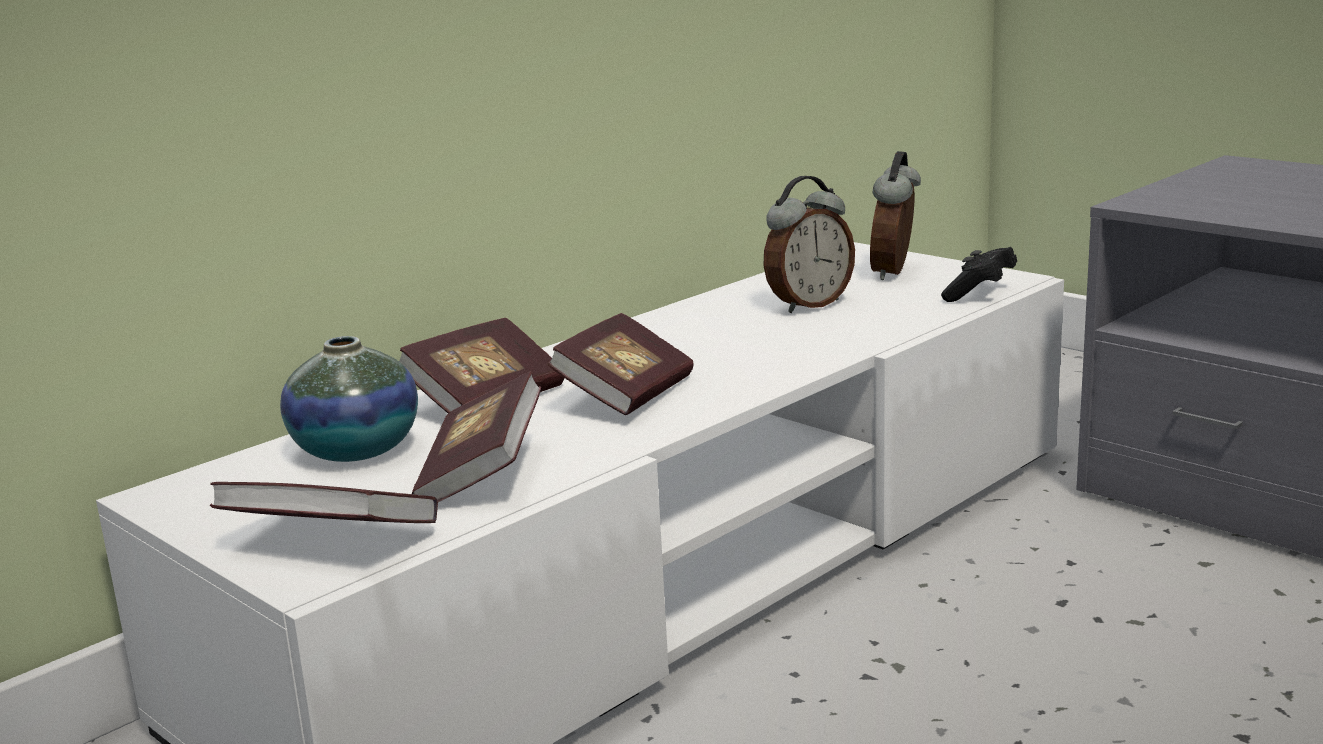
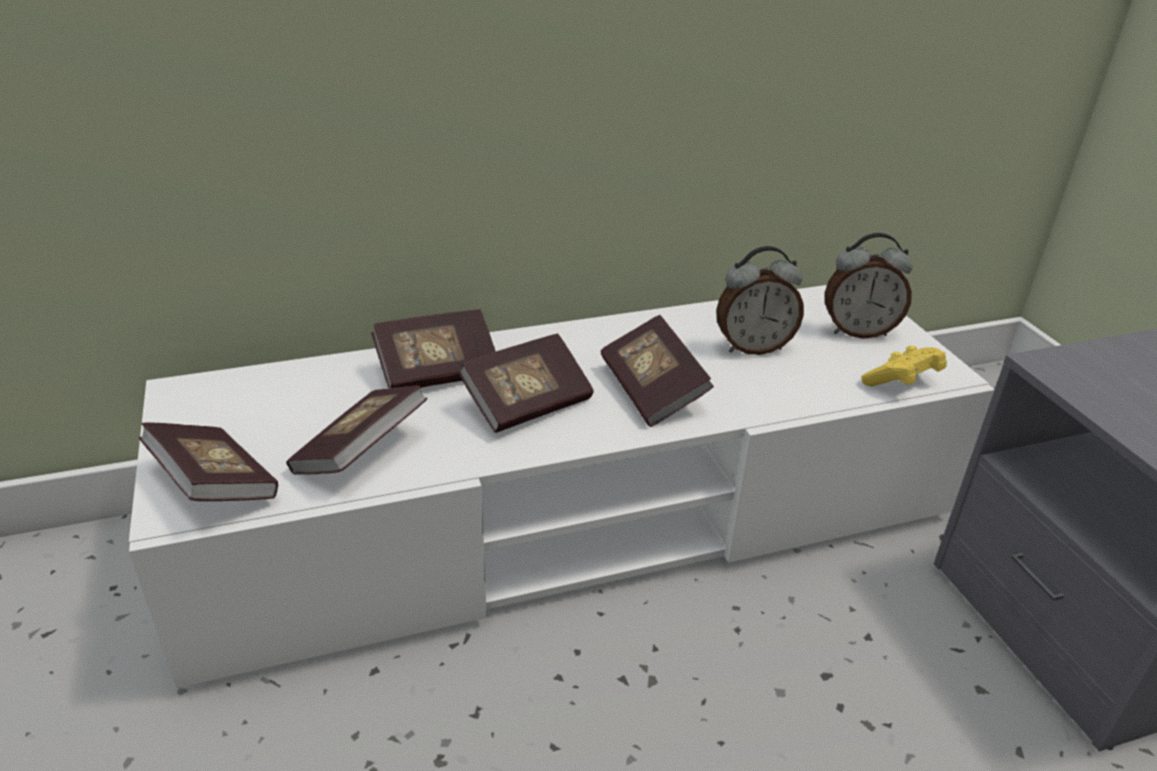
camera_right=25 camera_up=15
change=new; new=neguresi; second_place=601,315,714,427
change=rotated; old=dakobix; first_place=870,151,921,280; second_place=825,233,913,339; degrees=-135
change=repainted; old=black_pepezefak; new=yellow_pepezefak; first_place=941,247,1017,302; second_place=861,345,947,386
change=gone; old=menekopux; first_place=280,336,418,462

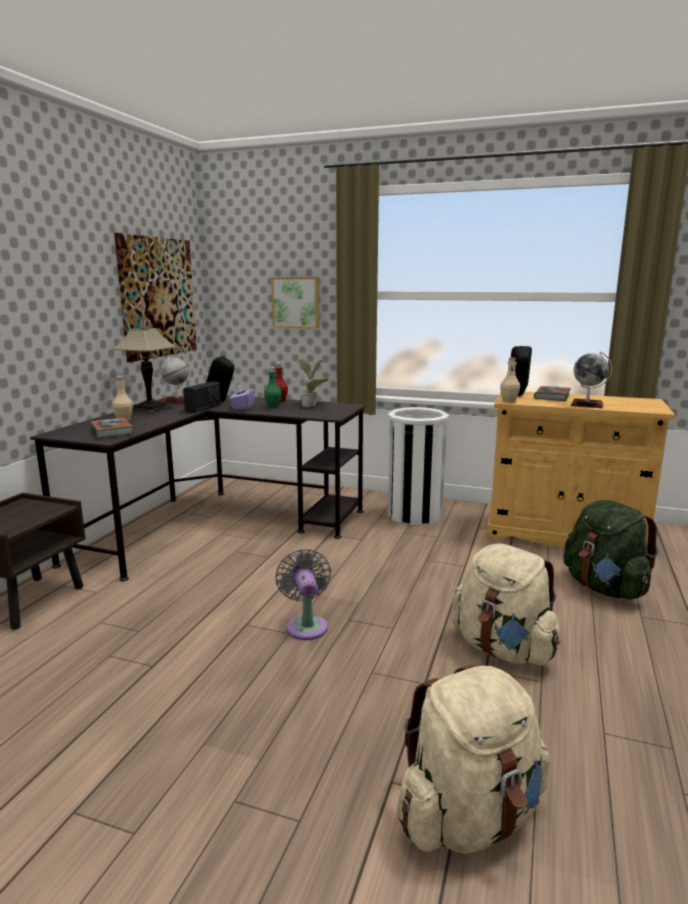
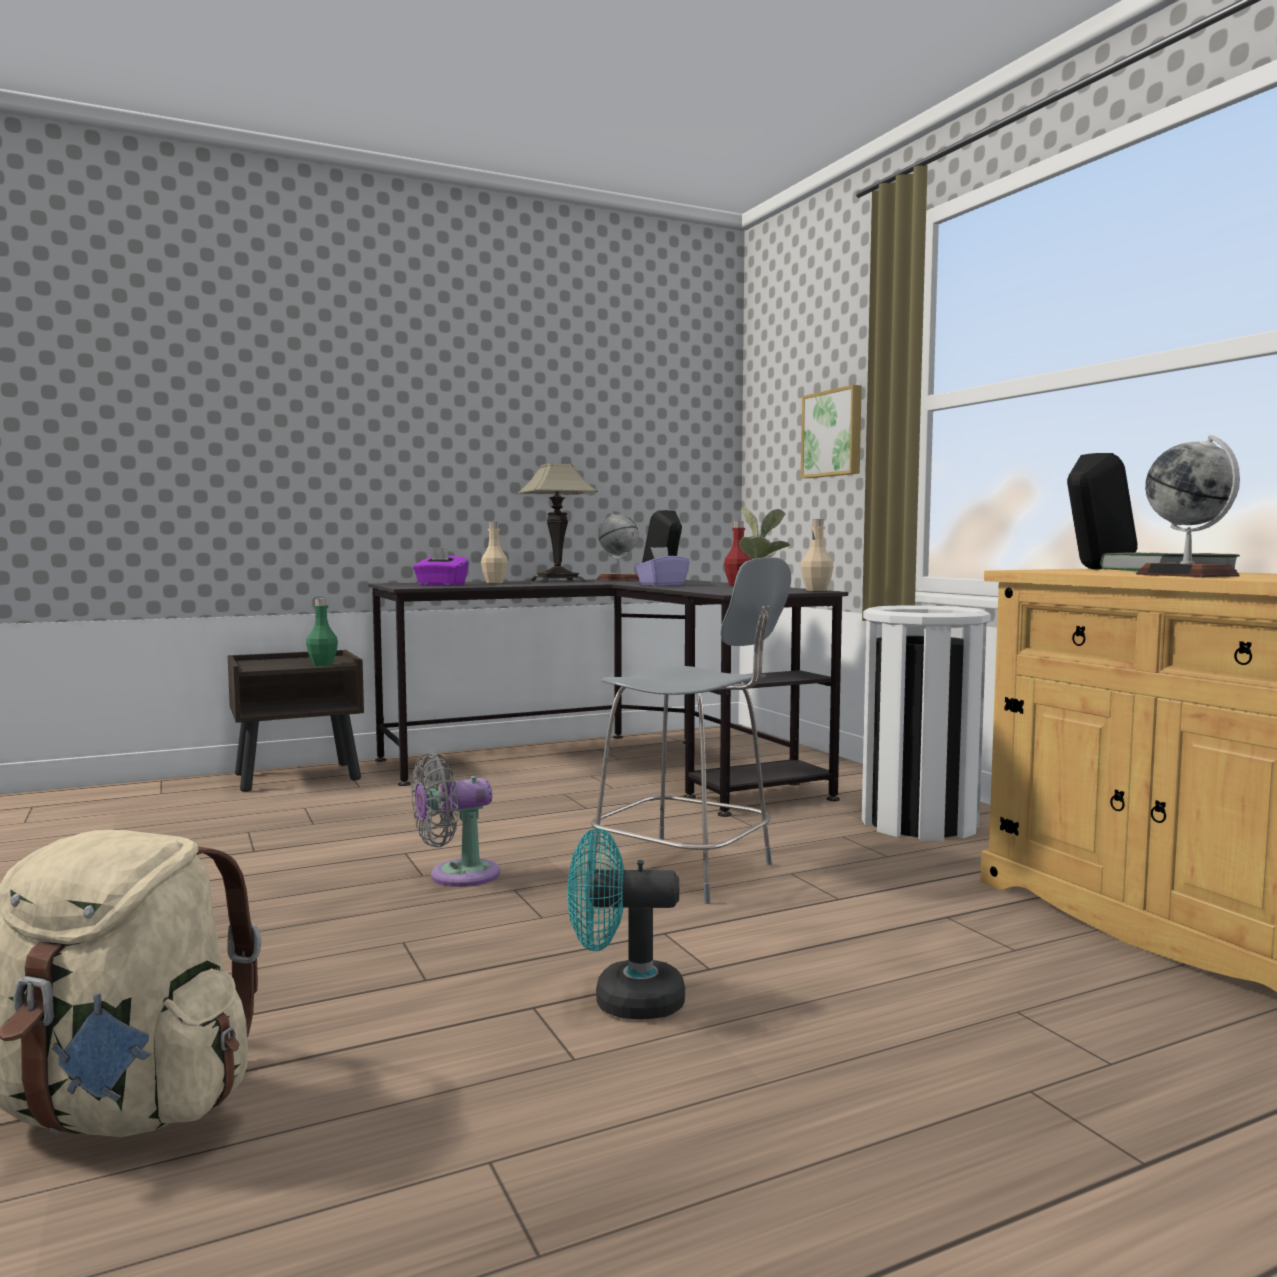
camera_right=45 camera_up=-10
change=shifted; old=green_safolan; first_place=264,367,282,408; second_place=306,598,338,666
change=rotated; old=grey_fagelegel; first_place=275,549,331,640; second_place=411,753,500,887; degrees=-150
change=swapped; old=neguresi; new=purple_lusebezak; first_place=90,418,133,438; second_place=413,547,469,586
change=swapped; old=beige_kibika; new=turquoise_fagelegel; first_place=451,543,560,665; second_place=567,828,685,1019
change=new; new=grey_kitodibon; second_place=591,557,791,904
change=shifted; old=beige_safolan; first_place=500,357,520,403; second_place=801,519,834,591
change=gone; old=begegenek; first_place=114,233,197,362
change=gone; old=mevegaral; first_place=183,381,221,413
change=gone; old=green_kibika; first_place=563,500,658,600

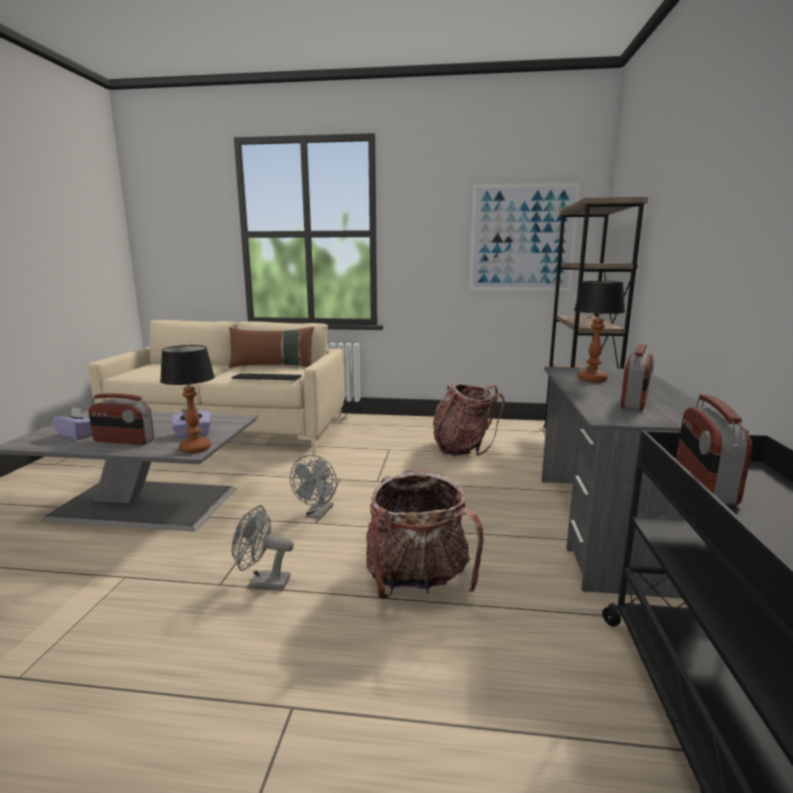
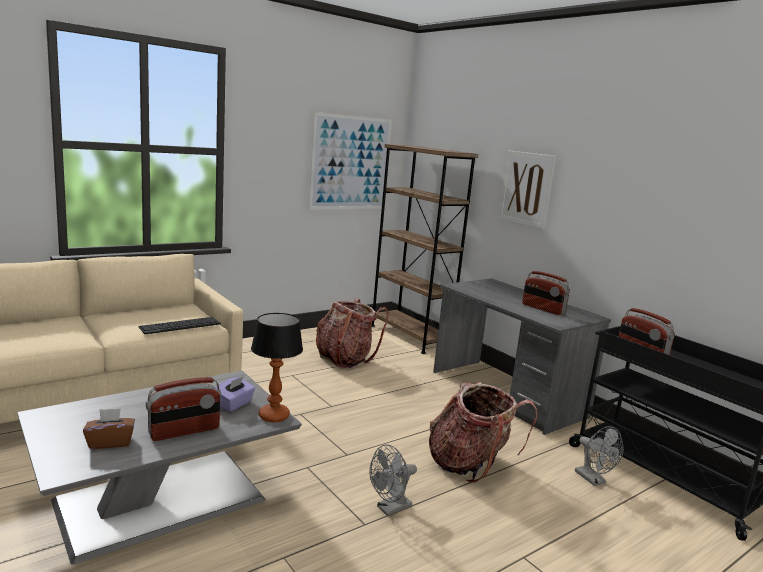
camera_right=-45 camera_up=0
change=repainted; old=purple_lusebezak; new=brown_lusebezak; first_place=52,407,92,440; second_place=83,408,135,449
change=new; new=begegenek; second_place=498,151,556,230
change=rotated; old=mevegaral; first_place=620,344,655,411; second_place=522,271,570,315; degrees=150
change=shifted; old=grey_fagelegel; first_place=290,455,337,519; second_place=575,426,624,486
change=gone; old=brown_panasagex; first_place=229,327,314,368
change=gone; old=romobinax; first_place=574,281,625,382

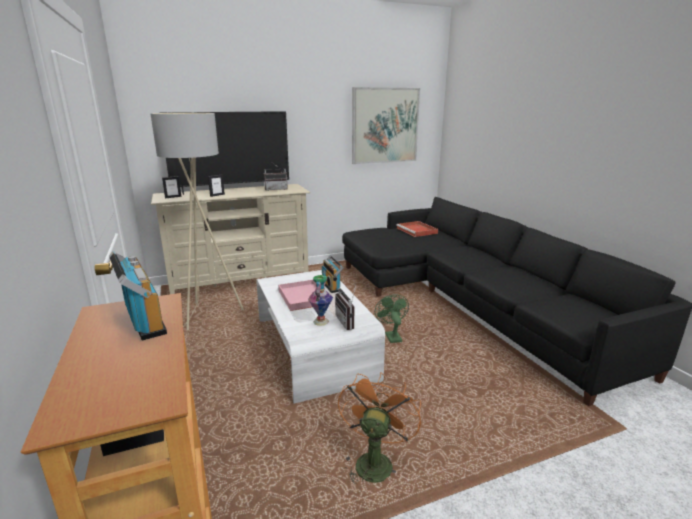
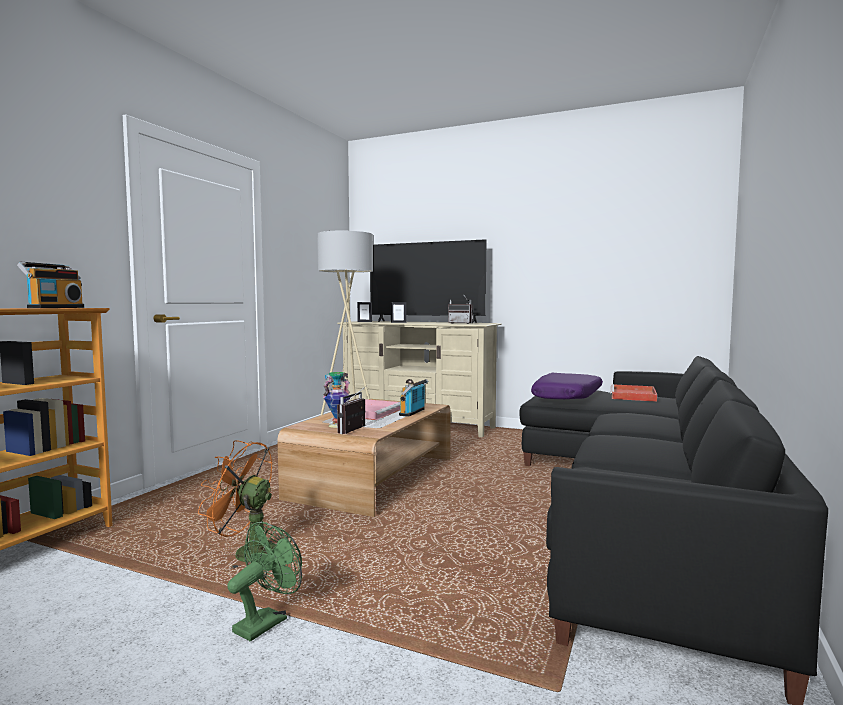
camera_right=45 camera_up=-15
change=rotated; old=orange_fagelegel; first_place=338,372,421,484; second_place=198,440,276,569; degrees=-135
change=shifted; old=green_fagelegel; first_place=375,294,409,343; second_place=227,522,302,641
change=repainted; old=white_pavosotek; new=brown_pavosotek; first_place=256,270,385,404; second_place=278,399,451,517
change=new; new=purple_panasagex; second_place=531,373,603,399
change=gone; old=begegenek; first_place=352,87,420,164

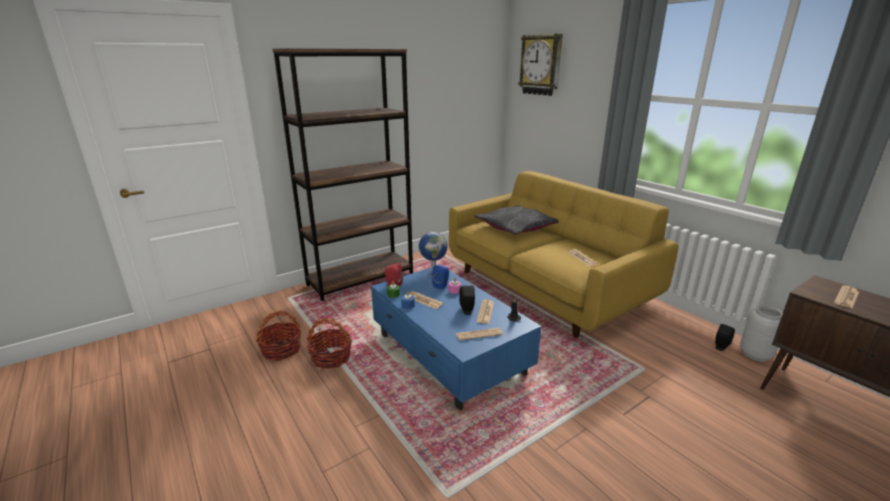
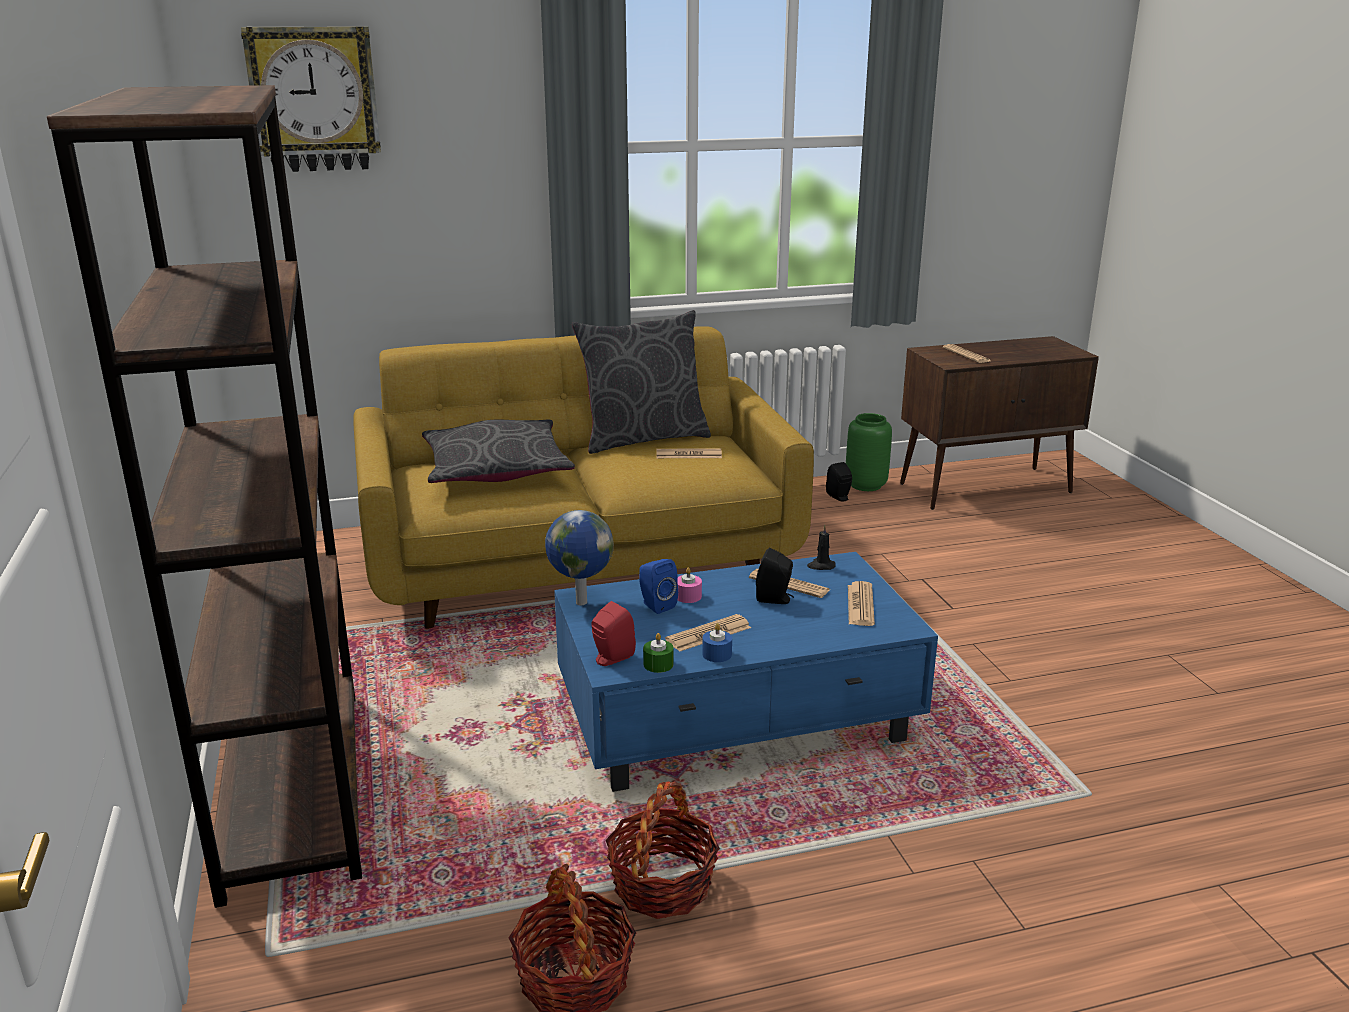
camera_right=-70 camera_up=0
change=new; new=grey_panasagex; second_place=572,310,711,454
change=repainted; old=grey_menekopux; new=green_menekopux; first_place=740,306,783,362; second_place=846,413,892,491

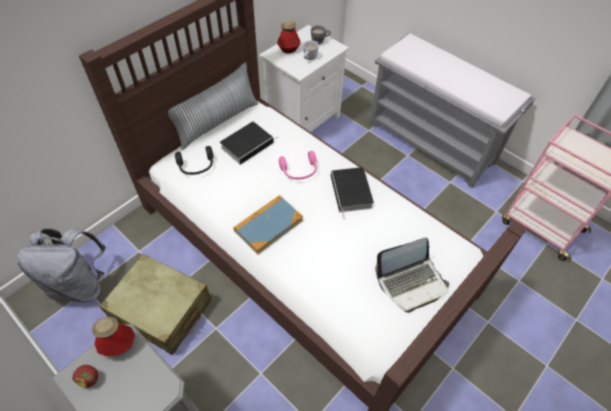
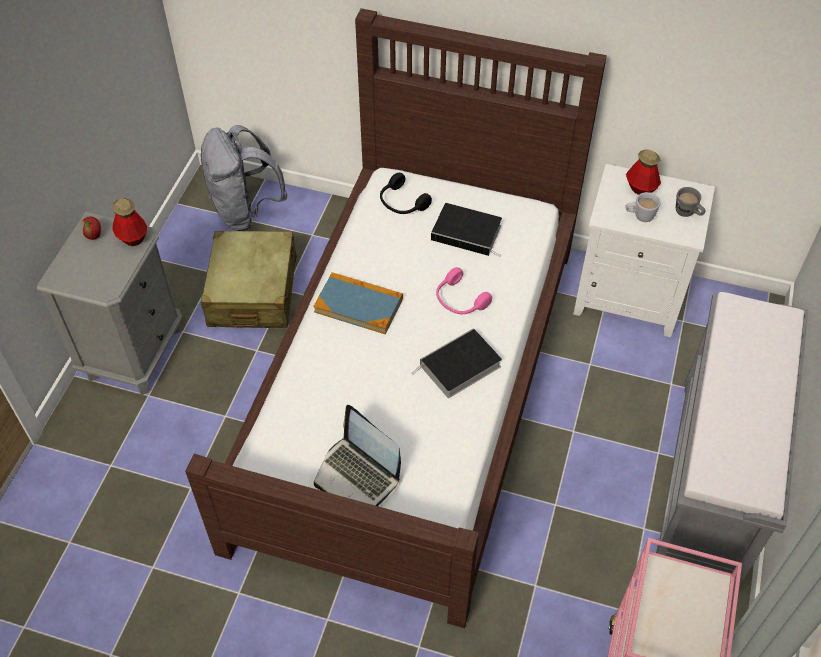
camera_right=65 camera_up=0
change=gone; old=panasagex; first_place=168,63,258,150

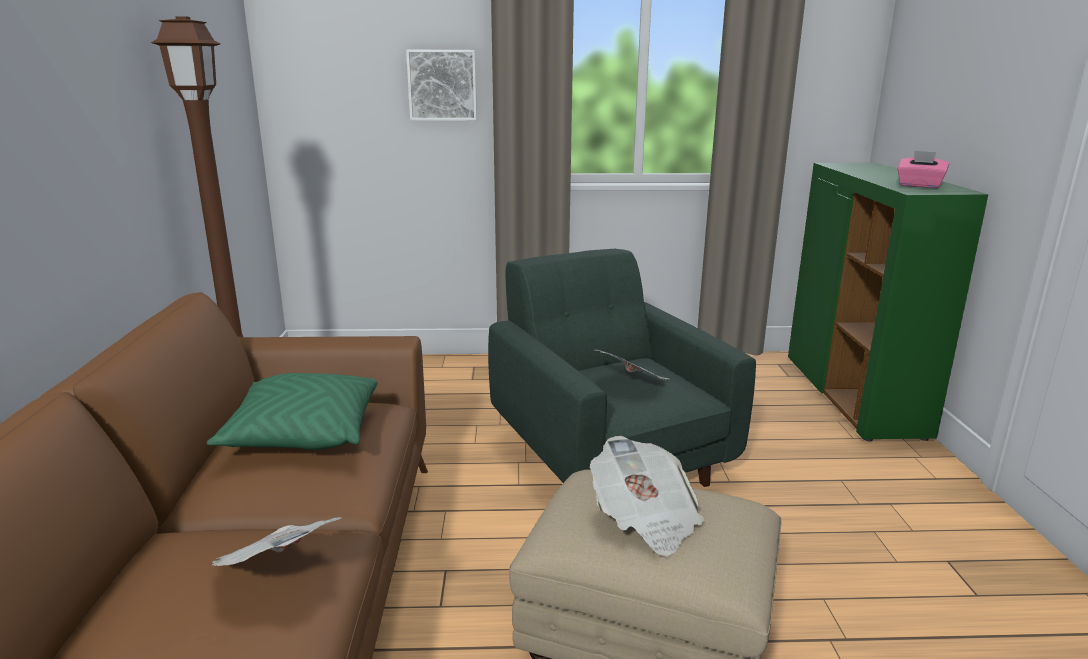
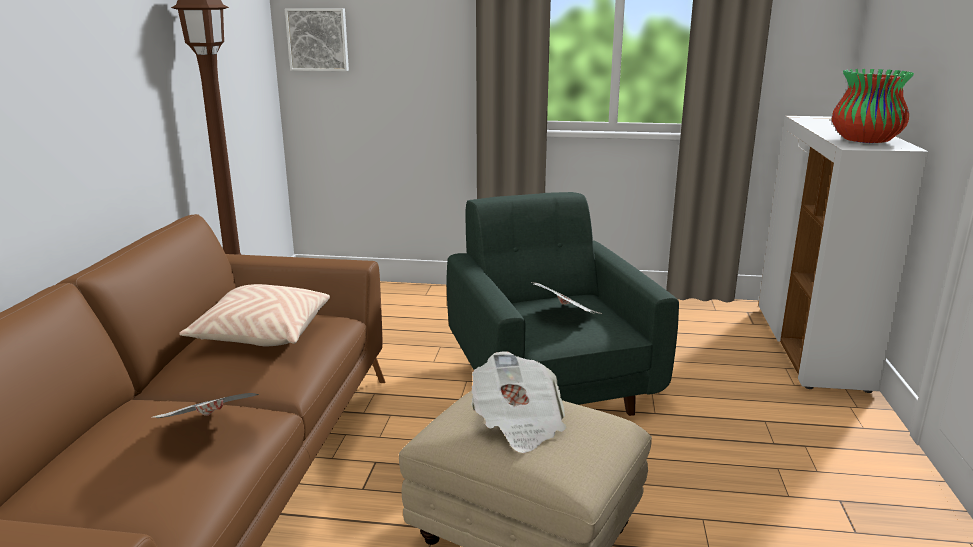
camera_right=10 camera_up=0
change=repainted; old=green_panasagex; new=beige_panasagex; first_place=207,373,377,450; second_place=179,284,330,346
change=shifted; old=begegenek; first_place=406,49,477,121; second_place=285,8,349,71
change=repainted; old=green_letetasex; new=white_letetasex; first_place=788,163,988,442; second_place=758,116,929,393
change=swapped; old=pink_lusebezak; new=menekopux; first_place=898,150,949,188; second_place=831,69,914,143

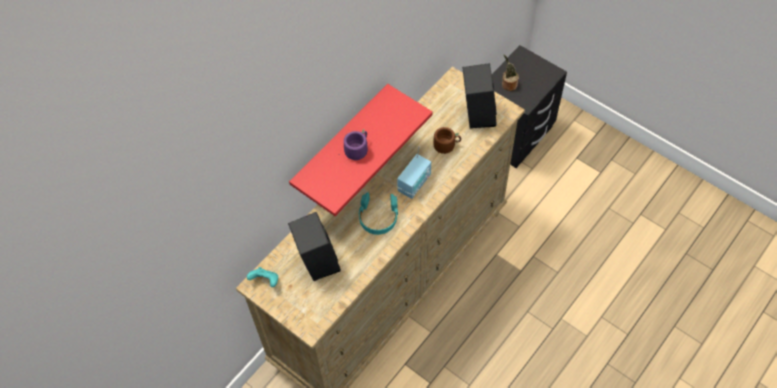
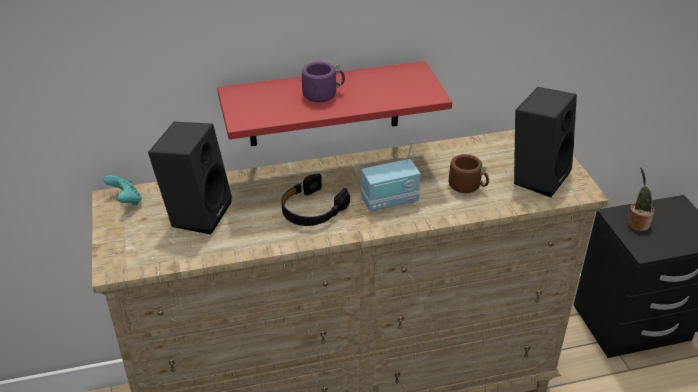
camera_right=35 camera_up=-20
change=repainted; old=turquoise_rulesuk; new=black_rulesuk; first_place=359,192,398,235; second_place=281,174,350,226

